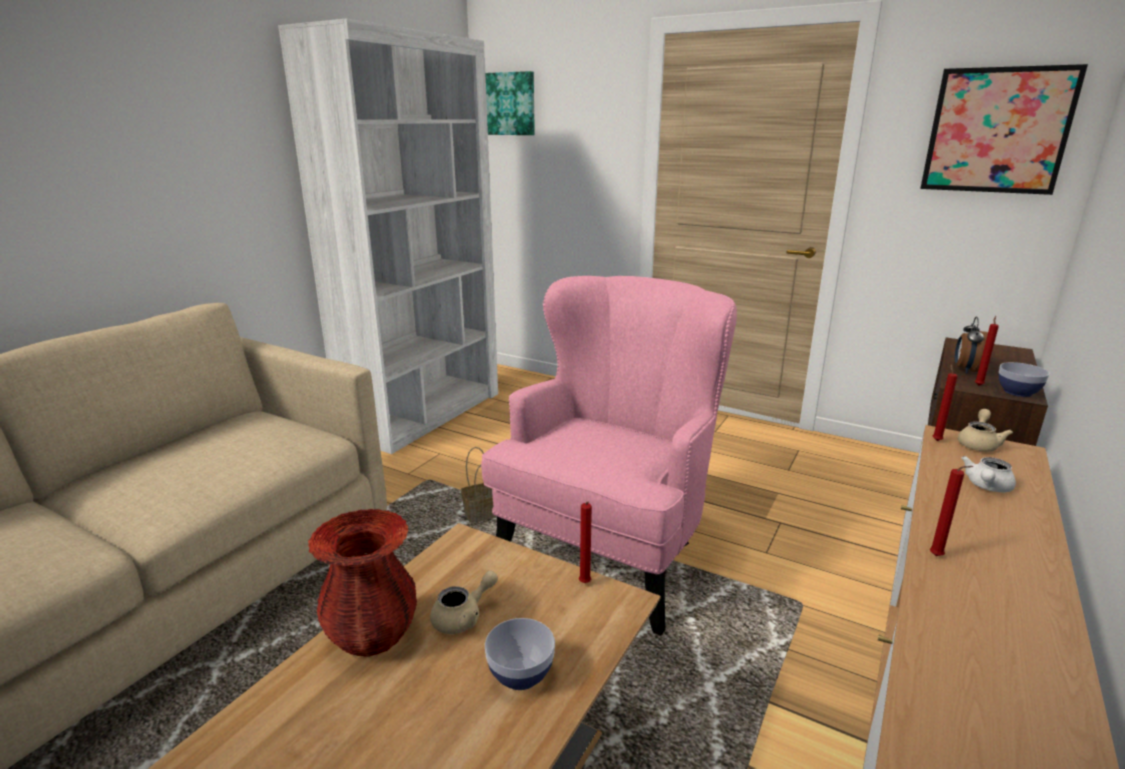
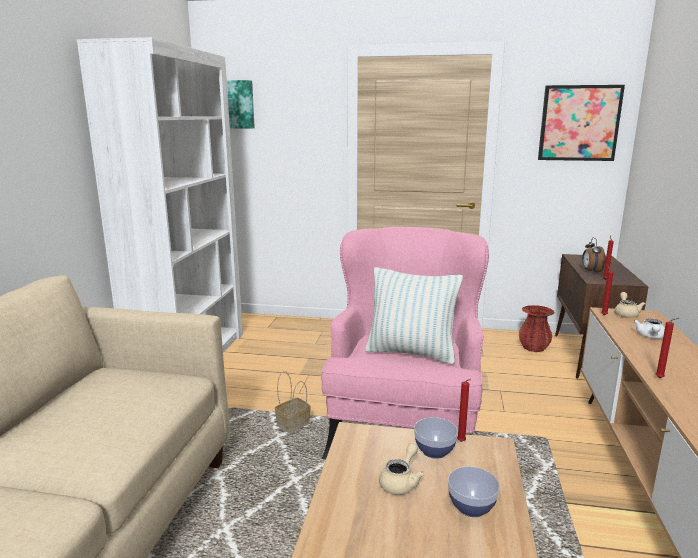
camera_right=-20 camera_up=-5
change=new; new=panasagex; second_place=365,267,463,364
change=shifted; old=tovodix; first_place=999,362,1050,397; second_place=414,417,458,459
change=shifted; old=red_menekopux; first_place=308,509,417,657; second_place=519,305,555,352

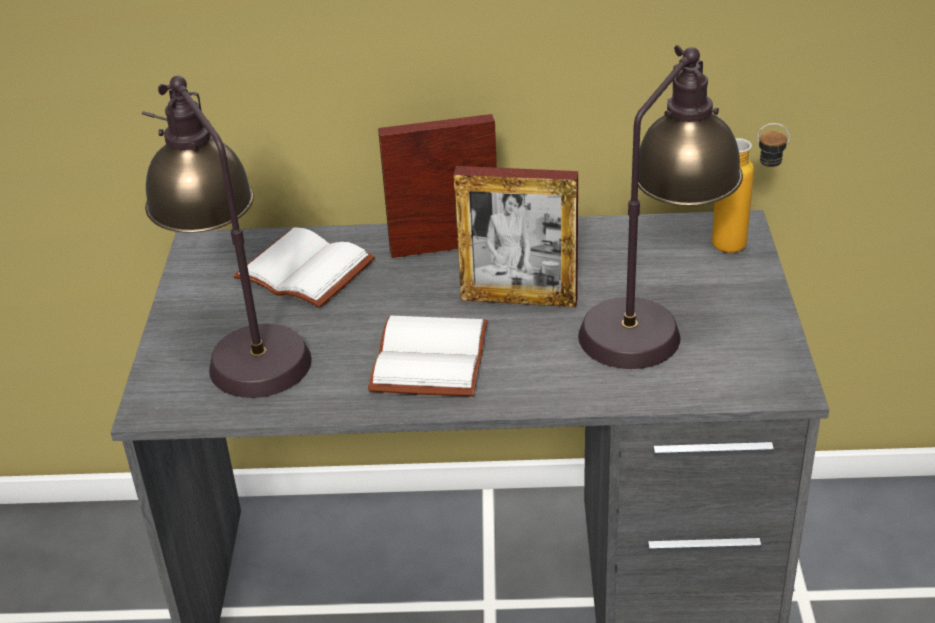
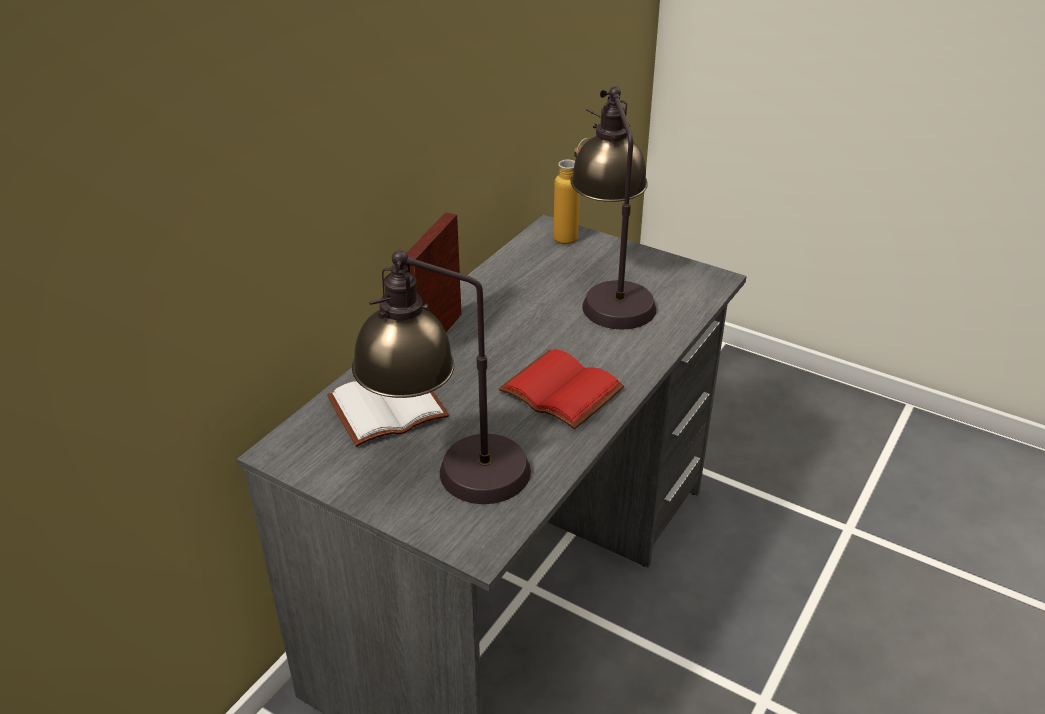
camera_right=-60 camera_up=0
change=repainted; old=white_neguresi; new=red_neguresi; first_place=368,316,488,396; second_place=498,349,624,429
change=gone; old=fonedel; first_place=453,166,578,307

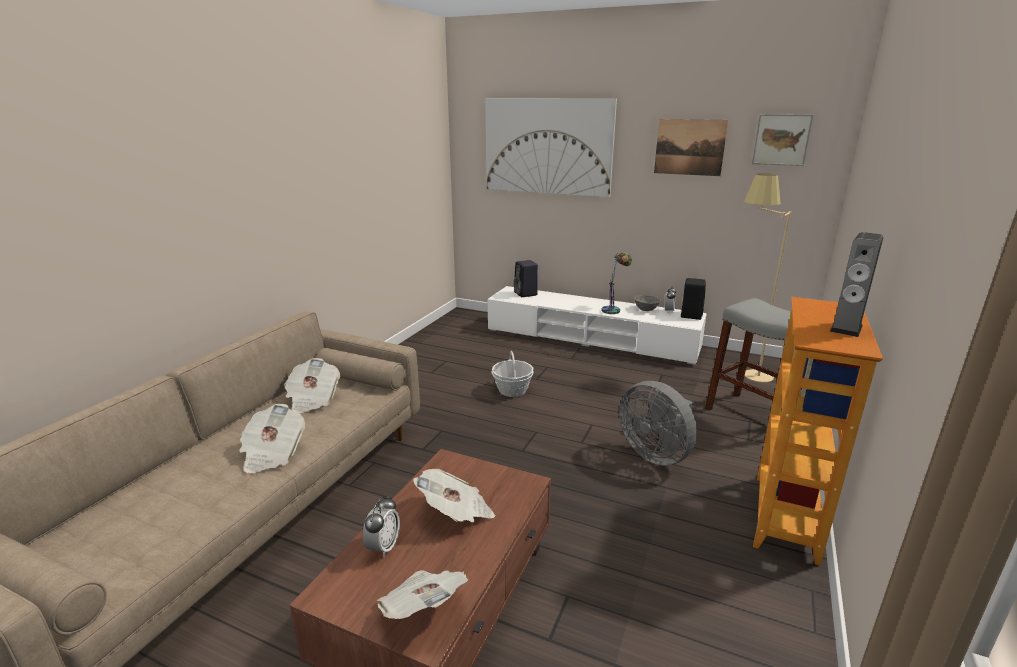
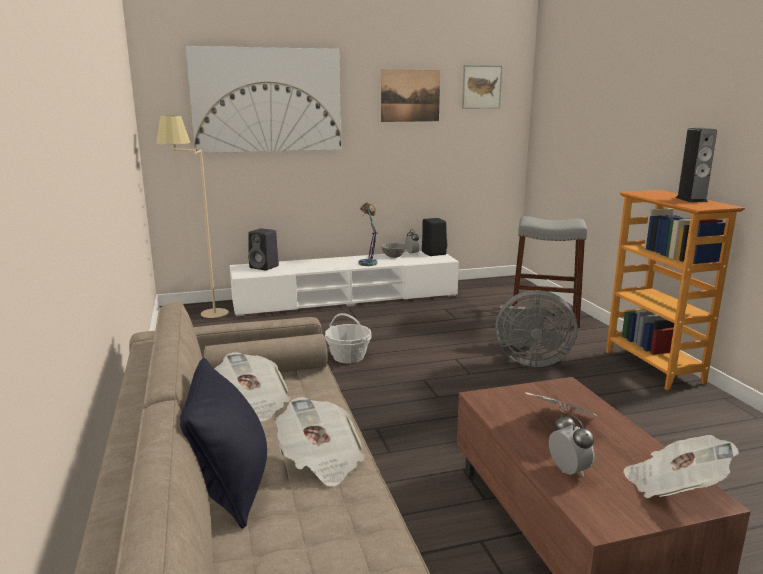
camera_right=-40 camera_up=-5
change=shifted; old=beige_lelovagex; first_place=744,173,791,383; second_place=156,116,229,318
change=new; new=black_panasagex; second_place=180,358,267,529

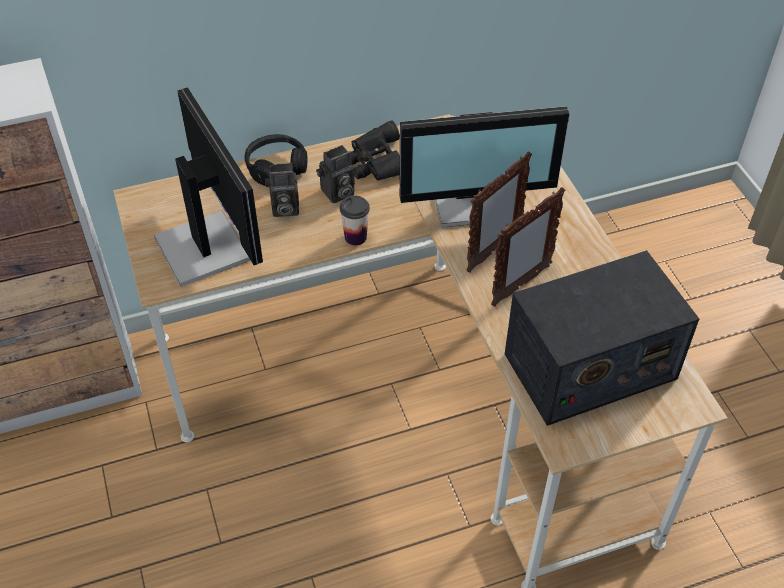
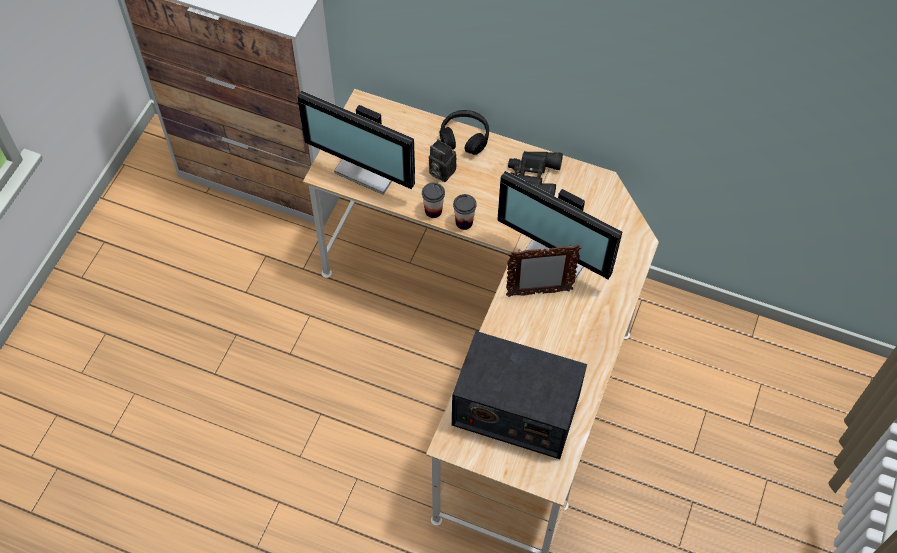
camera_right=40 camera_up=10
change=rotated; old=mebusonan; first_place=154,87,263,287; second_place=297,91,415,194; degrees=105
change=new; new=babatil; second_place=422,182,445,218
change=gone; old=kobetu; first_place=316,145,355,203
change=gone; old=fonedel; first_place=491,187,565,307

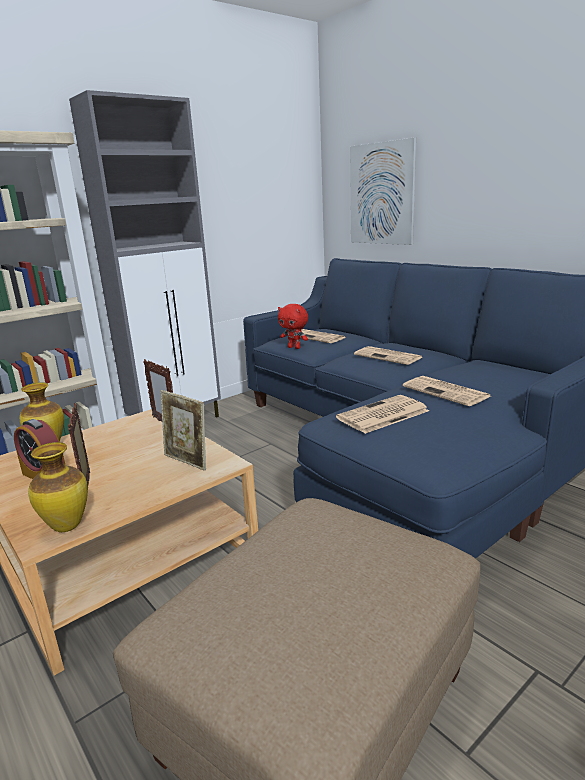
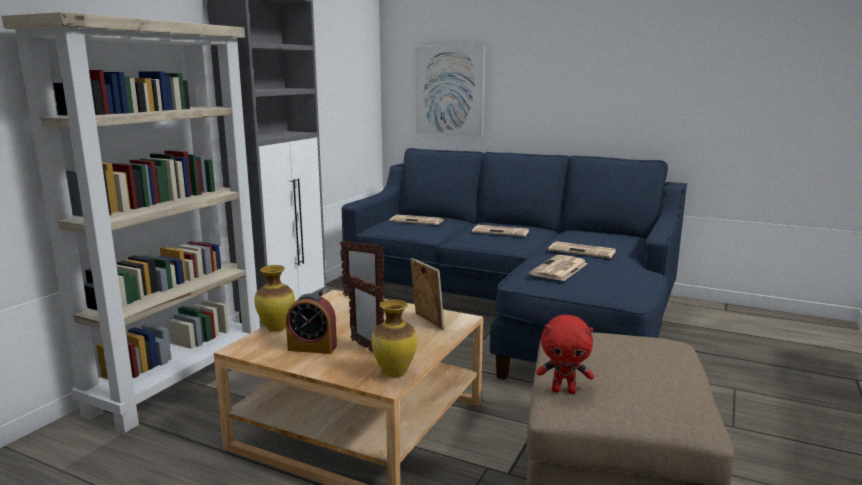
camera_right=-25 camera_up=-5
change=rotated; old=fonedel; first_place=161,390,206,471; second_place=410,258,445,330; degrees=-135
change=shifted; old=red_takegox; first_place=278,304,308,349; second_place=537,315,594,394

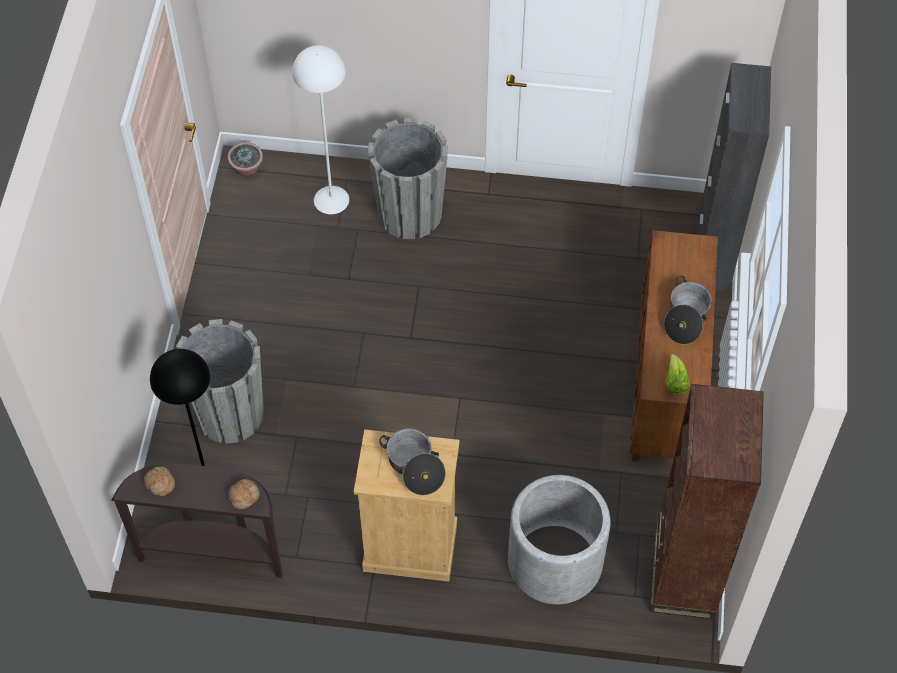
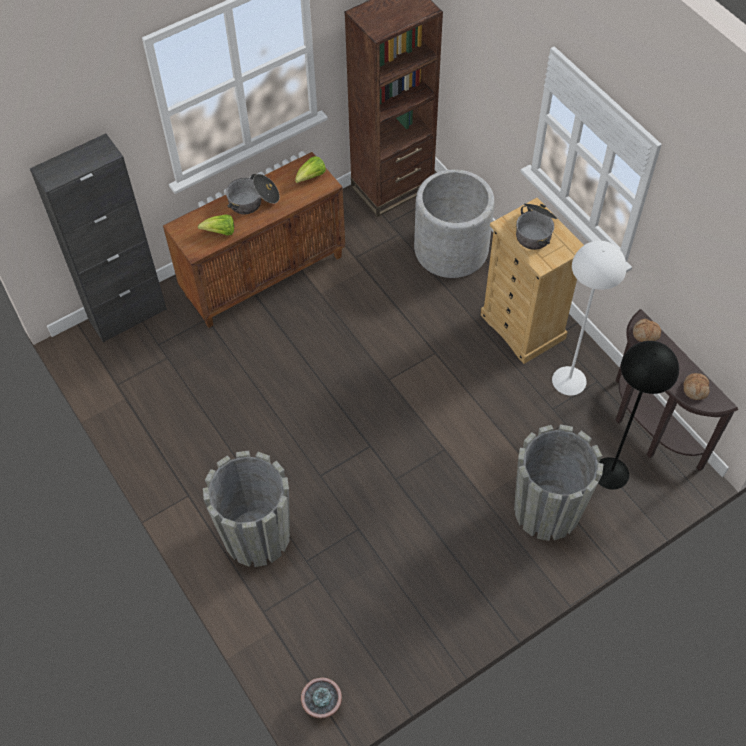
camera_right=-130 camera_up=0
change=new; new=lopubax; second_place=198,214,234,236
change=shifted; old=white_lelovagex; first_place=292,45,349,214; second_place=552,241,627,396

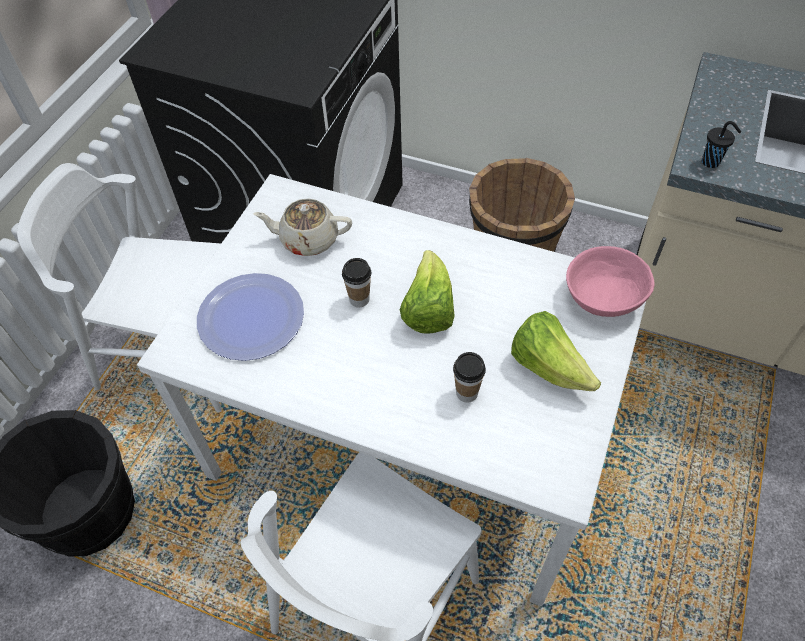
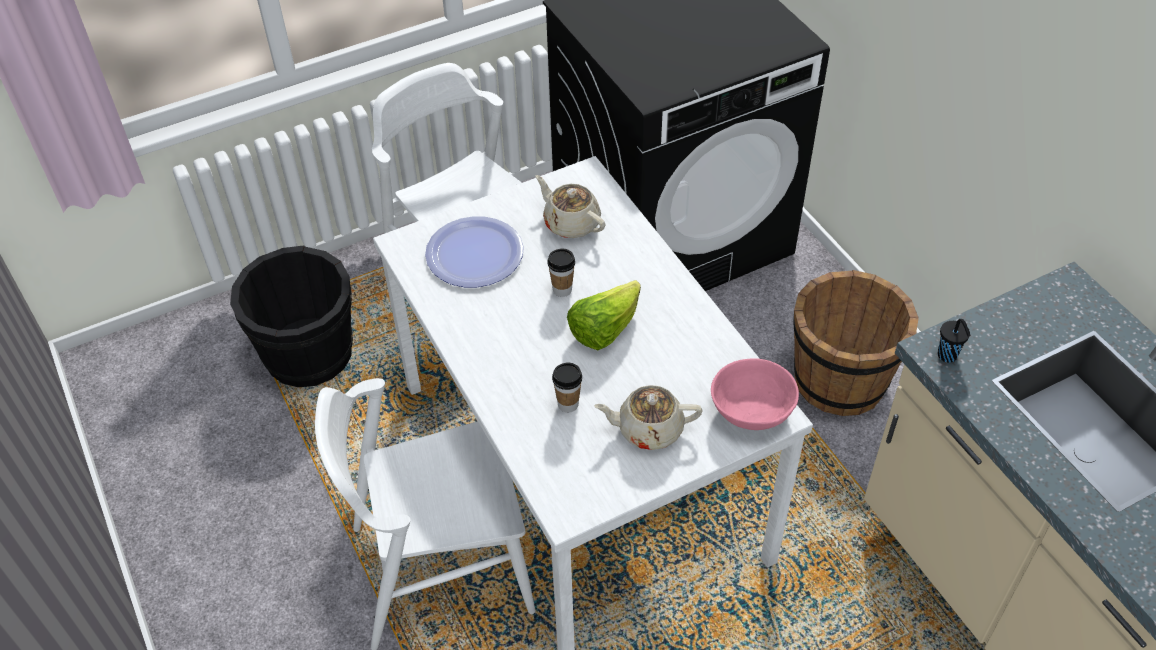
camera_right=40 camera_up=-5
change=swapped; old=lopubax; new=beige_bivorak; first_place=511,311,601,391; second_place=594,385,703,450

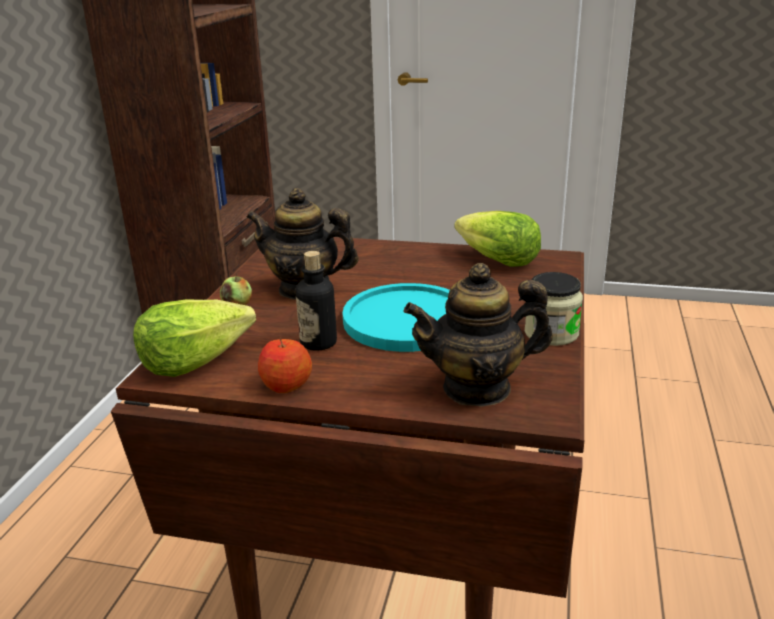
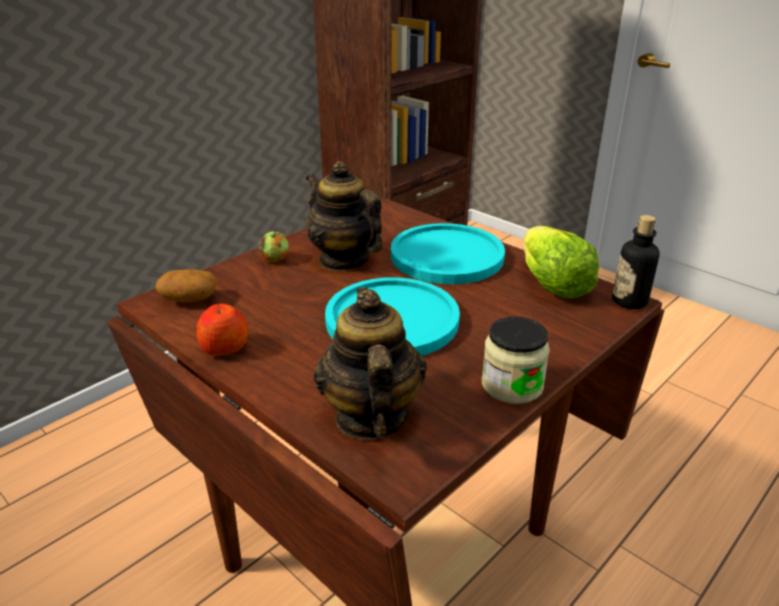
camera_right=30 camera_up=5
change=swapped; old=lopubax; new=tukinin; first_place=133,299,256,377; second_place=155,269,217,303
change=rotated; old=bivorak; first_place=404,263,553,407; second_place=313,287,427,440; degrees=60
change=new; new=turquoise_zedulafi; second_place=391,223,505,284
change=shifted; old=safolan; first_place=296,251,337,351; second_place=612,215,660,309

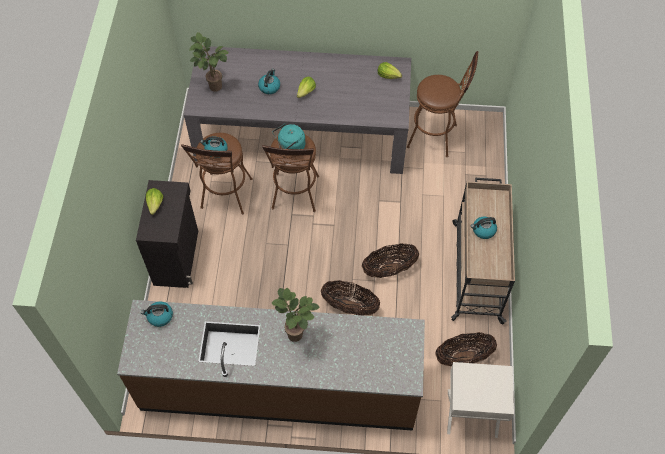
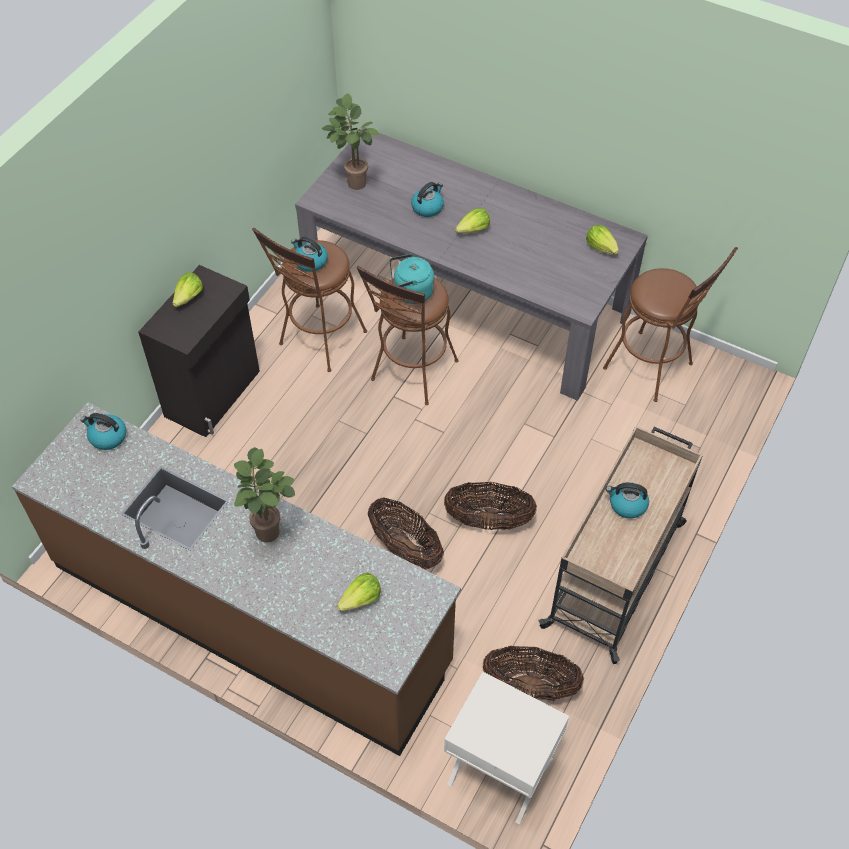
camera_right=25 camera_up=-5
change=new; new=lopubax; second_place=337,573,381,611

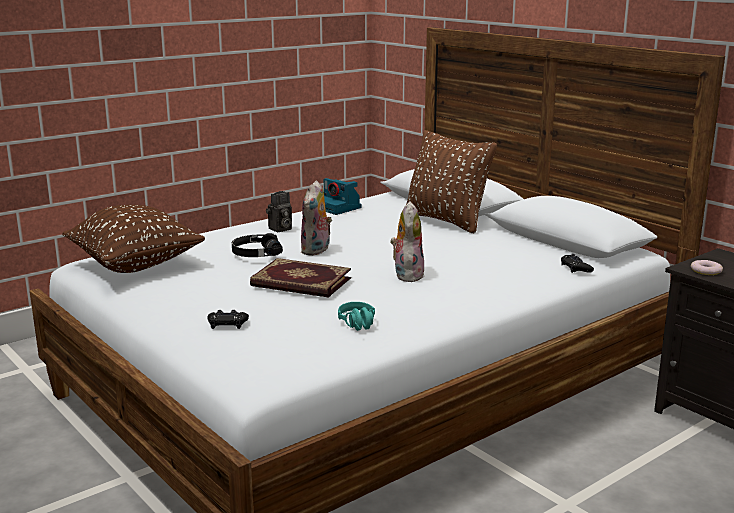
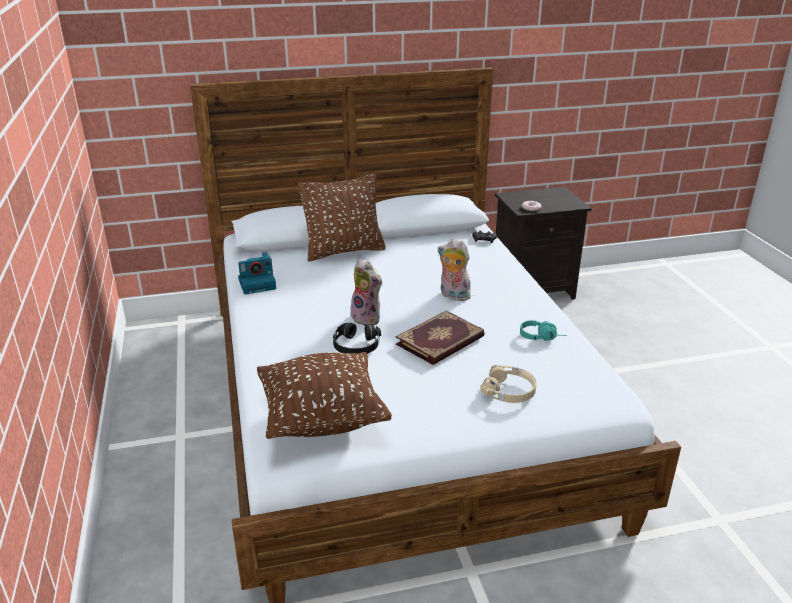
camera_right=-65 camera_up=10
change=swapped; old=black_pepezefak; new=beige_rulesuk; first_place=207,310,249,329; second_place=480,365,537,403
change=gone; old=kobetu; first_place=266,191,292,232

